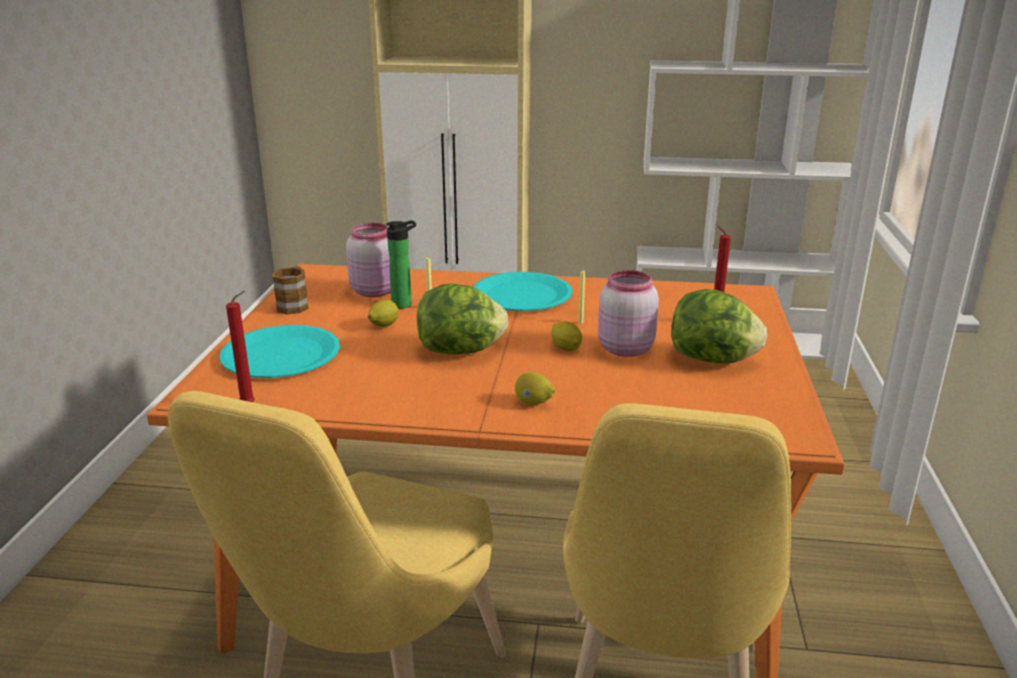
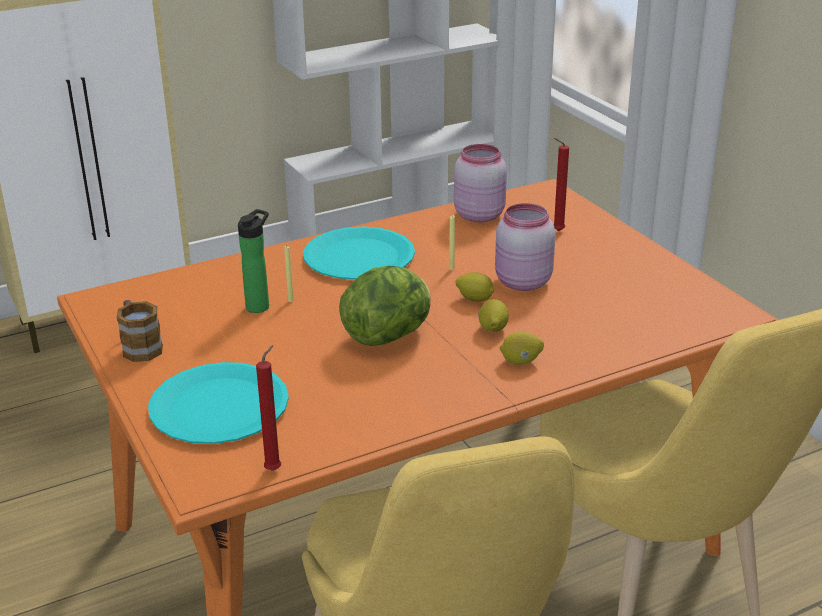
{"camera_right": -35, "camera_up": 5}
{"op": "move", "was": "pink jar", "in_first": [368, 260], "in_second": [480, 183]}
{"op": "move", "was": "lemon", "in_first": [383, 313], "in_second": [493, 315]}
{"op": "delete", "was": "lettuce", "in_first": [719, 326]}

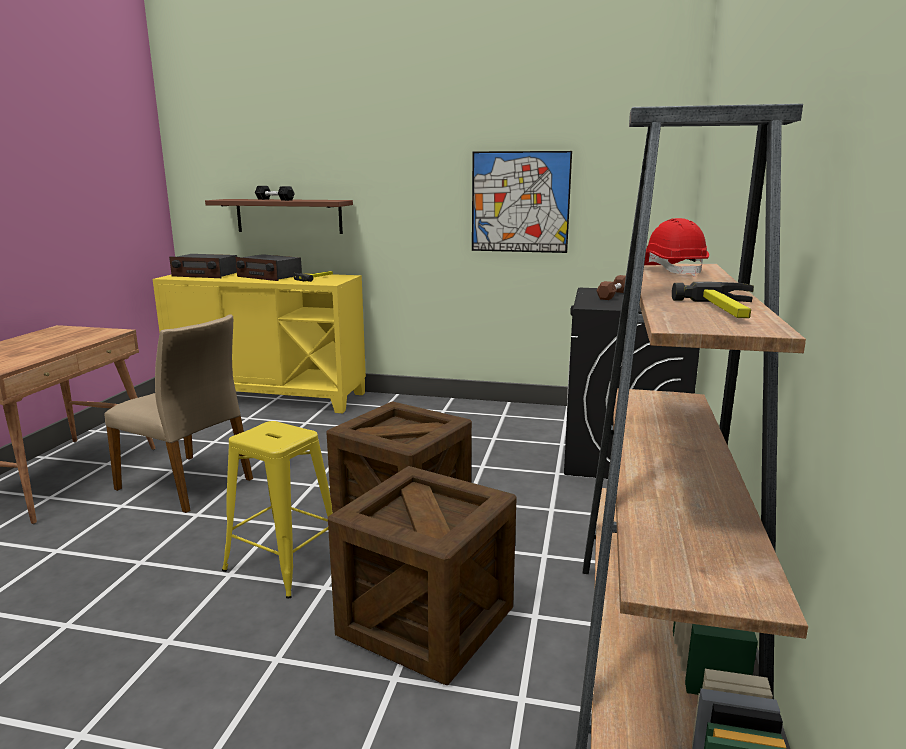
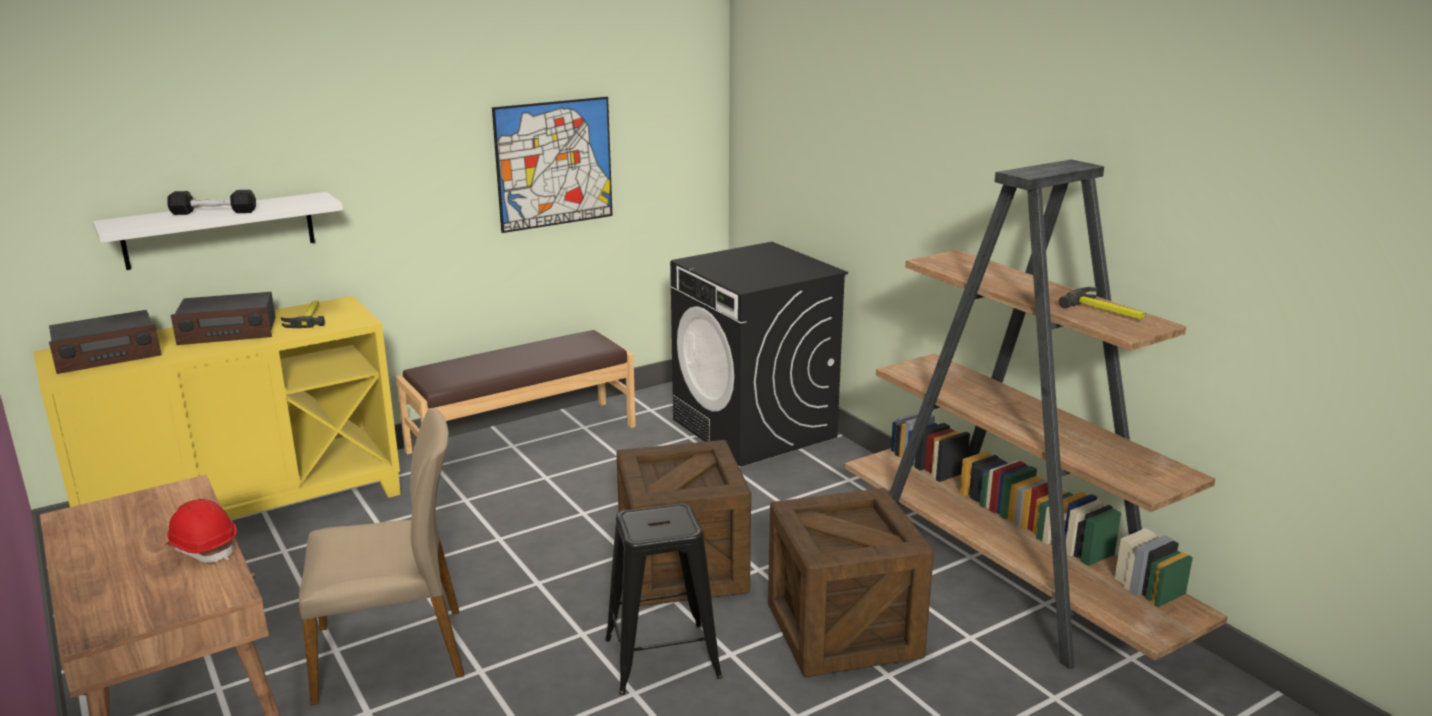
{"camera_right": -45, "camera_up": 5}
{"op": "recolor", "was": "brown shelf", "now": "white shelf", "in_first": [279, 216], "in_second": [218, 231]}
{"op": "recolor", "was": "yellow stool", "now": "black stool", "in_first": [277, 509], "in_second": [663, 599]}
{"op": "delete", "was": "brown dumbbell", "in_first": [611, 287]}
{"op": "move", "was": "red hard hat", "in_first": [676, 247], "in_second": [201, 531]}
{"op": "insert", "now": "brown bench", "in_second": [516, 392]}

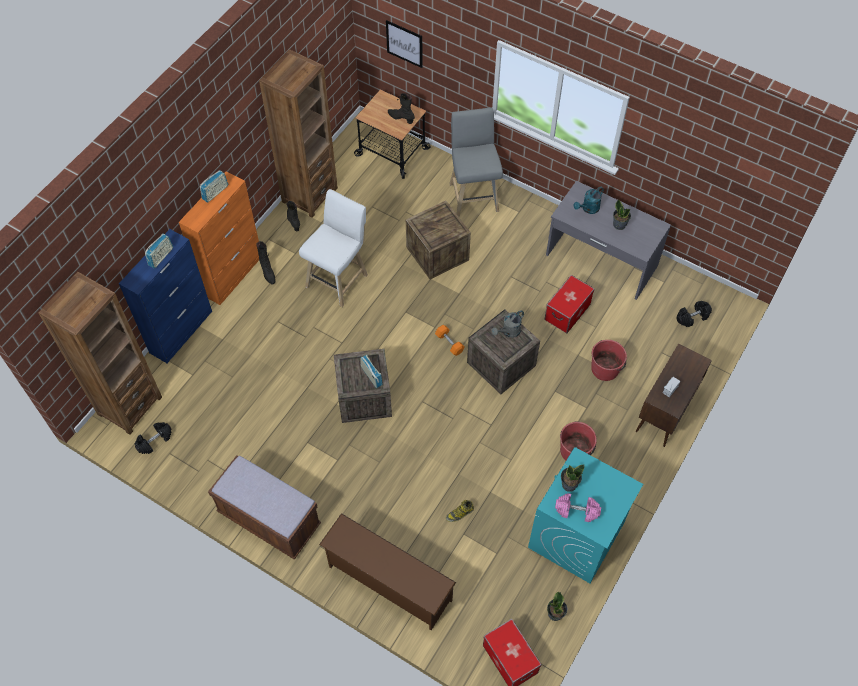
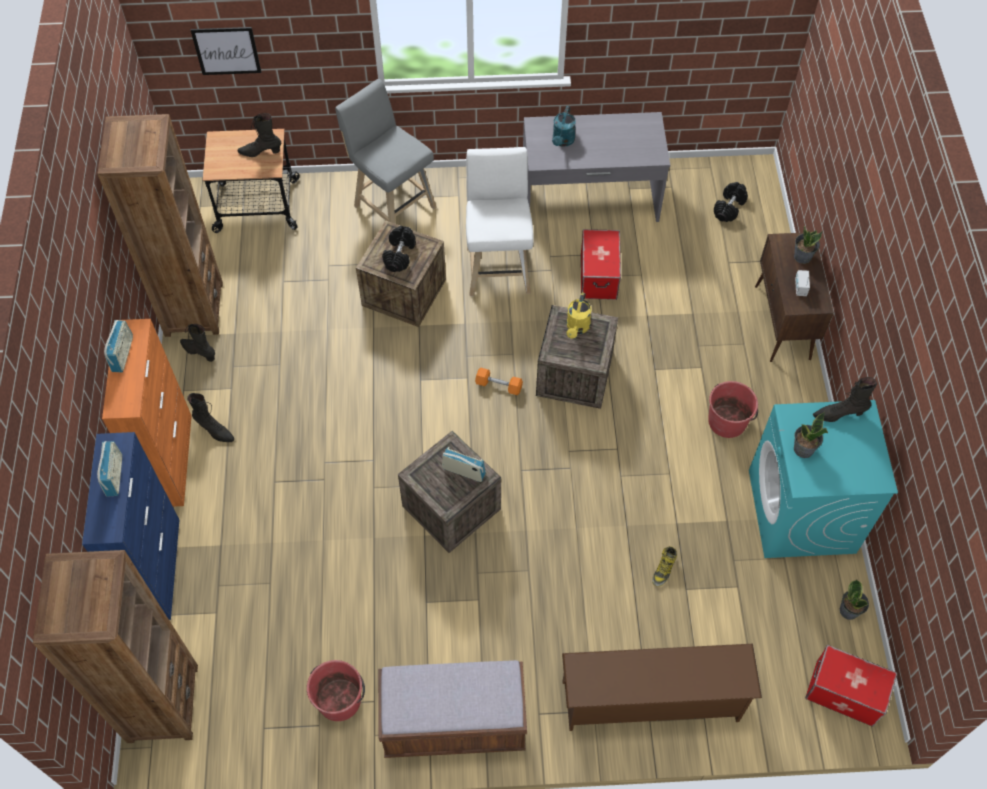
{"camera_right": -35, "camera_up": 0}
{"op": "move", "was": "black dumbbell", "in_first": [153, 438], "in_second": [399, 249]}
{"op": "move", "was": "white stool", "in_first": [333, 248], "in_second": [500, 221]}
{"op": "recolor", "was": "grey watering can", "now": "yellow watering can", "in_first": [507, 324], "in_second": [579, 315]}
{"op": "delete", "was": "pink dumbbell", "in_first": [578, 507]}
{"op": "move", "was": "red bucket", "in_first": [609, 360], "in_second": [336, 690]}
{"op": "move", "was": "potted plant", "in_first": [622, 215], "in_second": [808, 245]}
{"op": "insert", "now": "black boot", "in_second": [845, 399]}

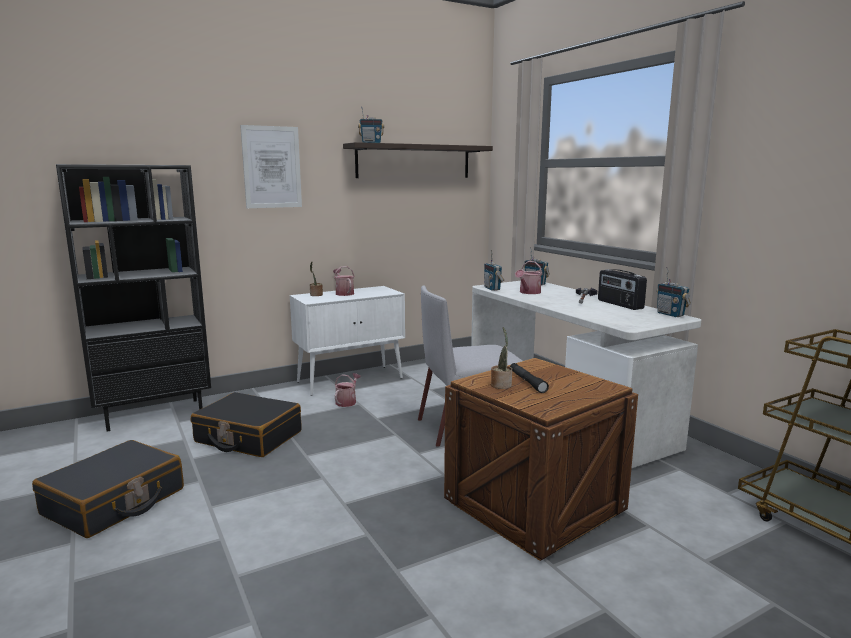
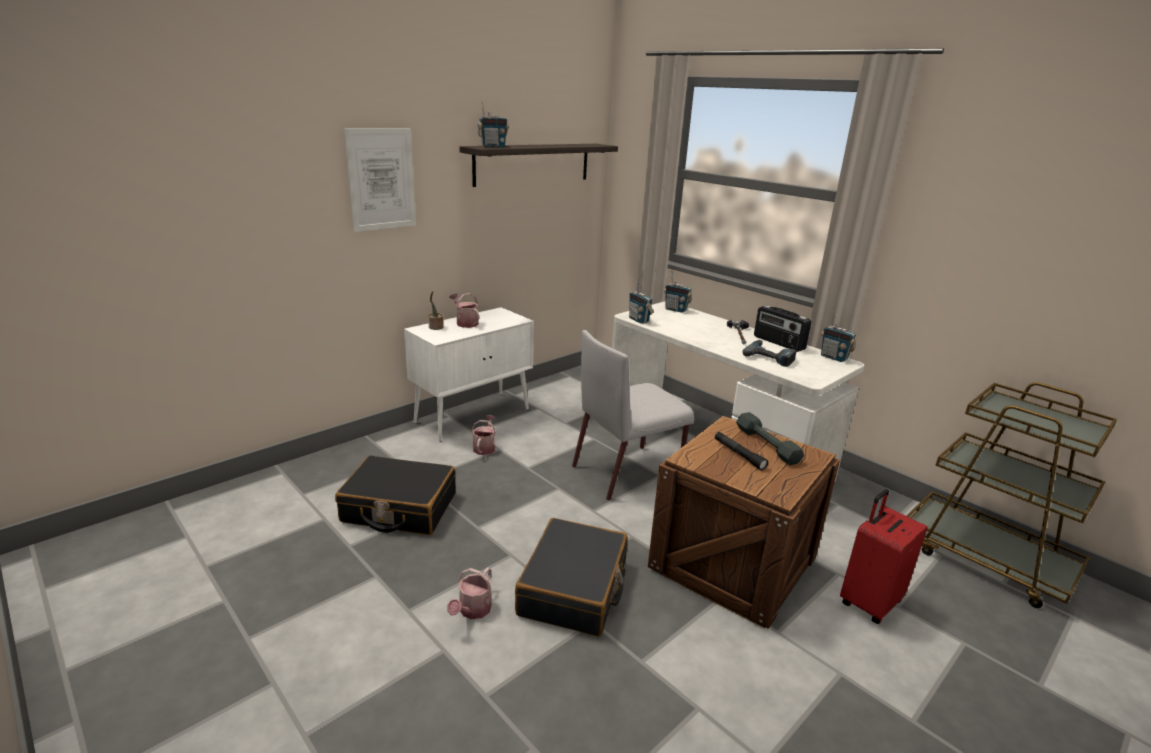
{"camera_right": -15, "camera_up": 10}
{"op": "move", "was": "black suitcase", "in_first": [108, 489], "in_second": [571, 577]}
{"op": "delete", "was": "black bookcase", "in_first": [133, 297]}
{"op": "delete", "was": "potted plant", "in_first": [501, 358]}
{"op": "move", "was": "watering can", "in_first": [528, 277], "in_second": [469, 593]}
{"op": "insert", "now": "grey dumbbell", "in_second": [770, 438]}
{"op": "insert", "now": "power drill", "in_second": [769, 353]}
{"op": "insert", "now": "red suitcase", "in_second": [884, 556]}

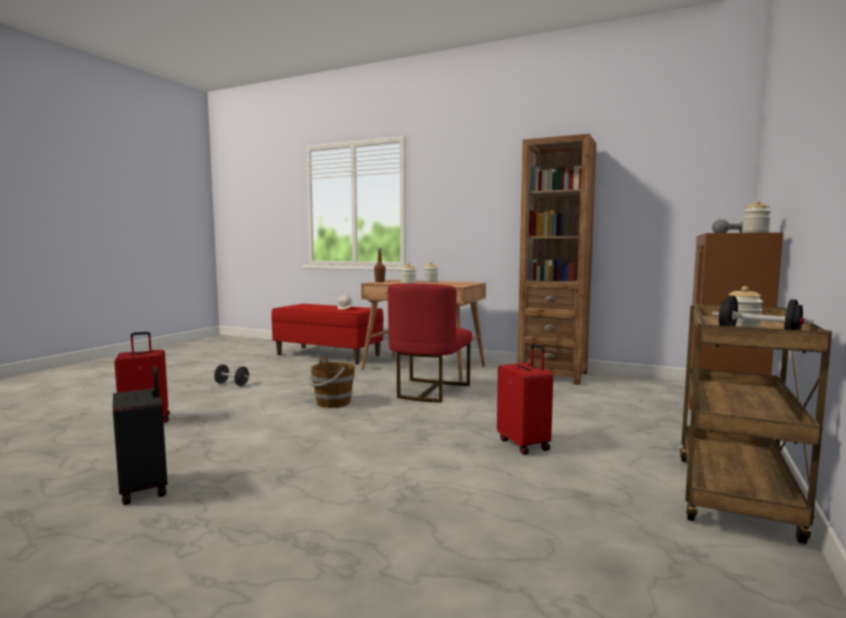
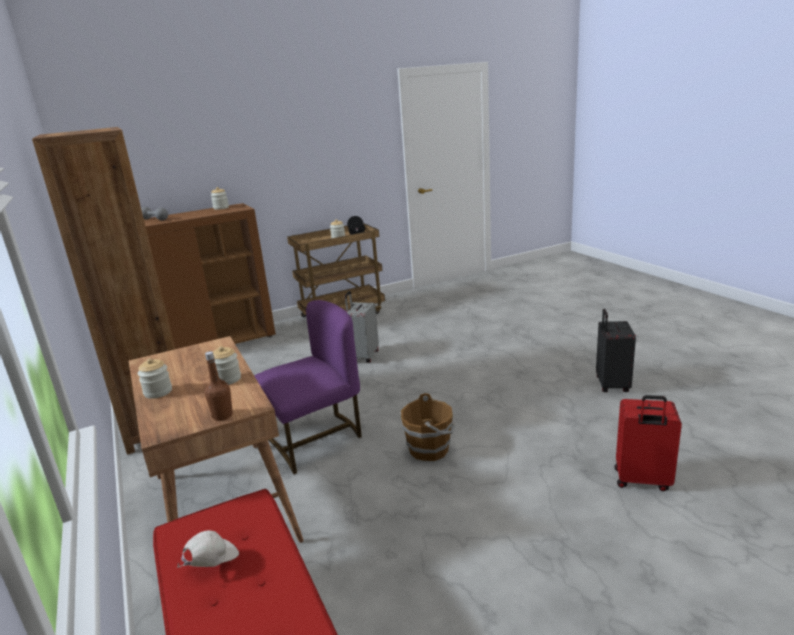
{"camera_right": -140, "camera_up": 15}
{"op": "delete", "was": "black dumbbell", "in_first": [231, 375]}
{"op": "recolor", "was": "red chair", "now": "purple chair", "in_first": [430, 343], "in_second": [308, 387]}
{"op": "recolor", "was": "red suitcase", "now": "grey suitcase", "in_first": [525, 399], "in_second": [362, 327]}

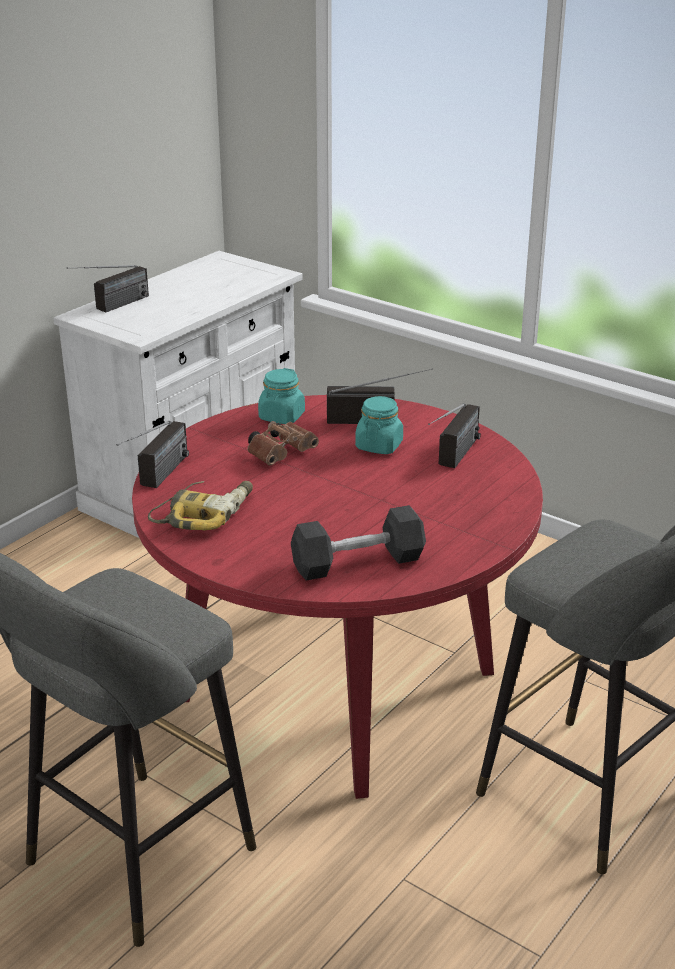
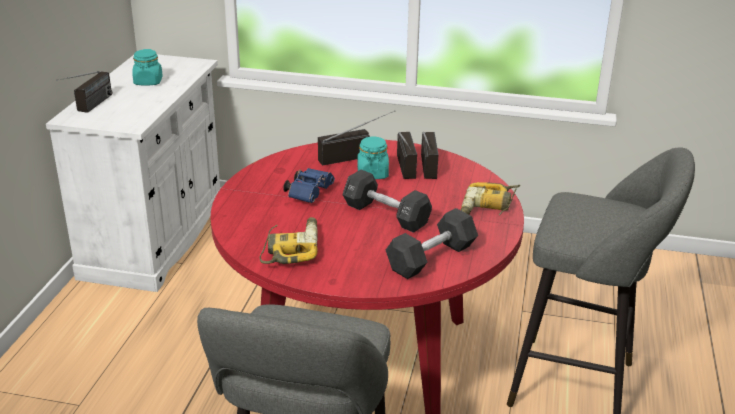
{"camera_right": -25, "camera_up": 0}
{"op": "move", "was": "radio", "in_first": [153, 454], "in_second": [407, 155]}
{"op": "recolor", "was": "brown binoculars", "now": "blue binoculars", "in_first": [283, 443], "in_second": [309, 185]}
{"op": "move", "was": "turquoise jar", "in_first": [281, 396], "in_second": [147, 67]}
{"op": "insert", "now": "black dumbbell", "in_second": [387, 201]}
{"op": "insert", "now": "power drill", "in_second": [490, 199]}

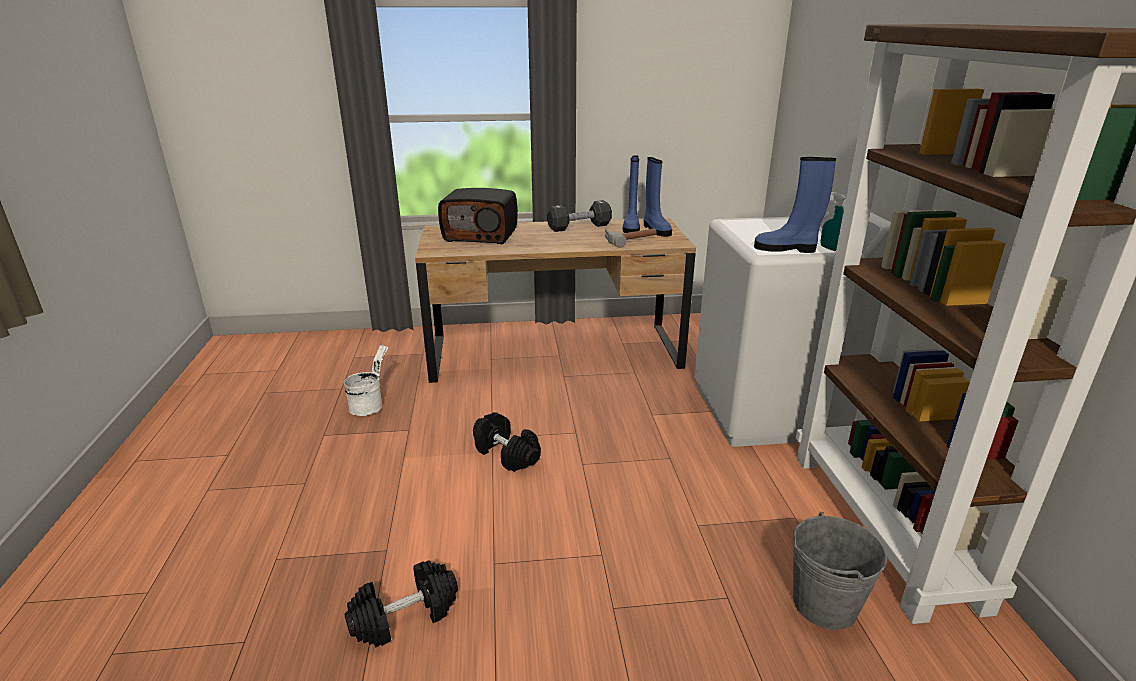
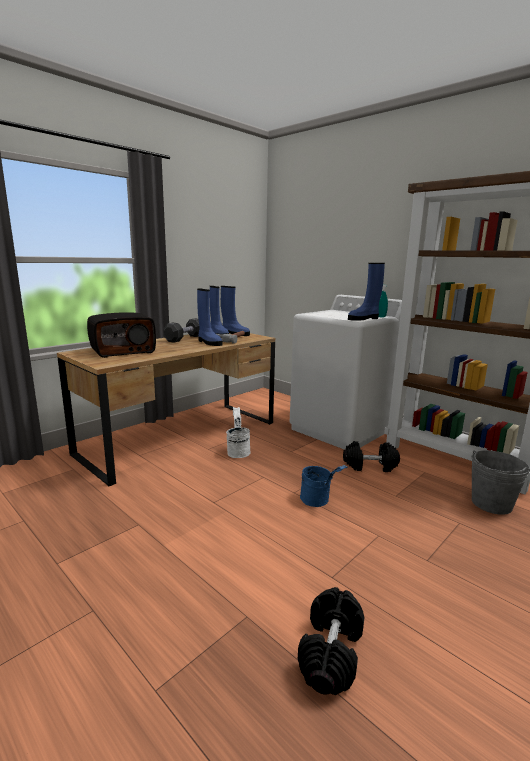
{"camera_right": -40, "camera_up": -10}
{"op": "move", "was": "white bucket", "in_first": [366, 380], "in_second": [238, 432]}
{"op": "move", "was": "black dumbbell", "in_first": [507, 442], "in_second": [371, 456]}
{"op": "insert", "now": "blue boot", "in_second": [209, 317]}
{"op": "insert", "now": "blue bucket", "in_second": [324, 486]}

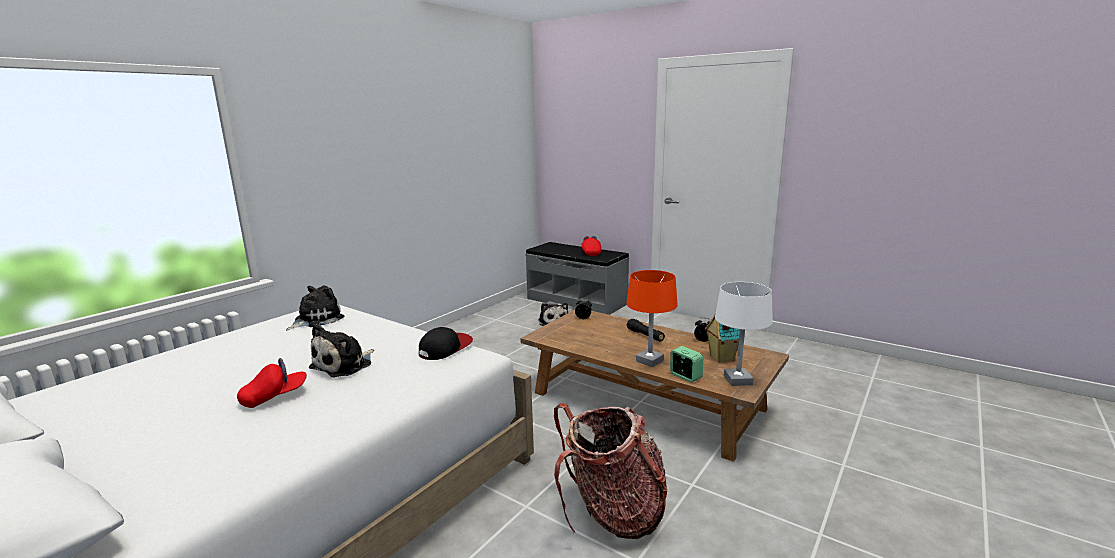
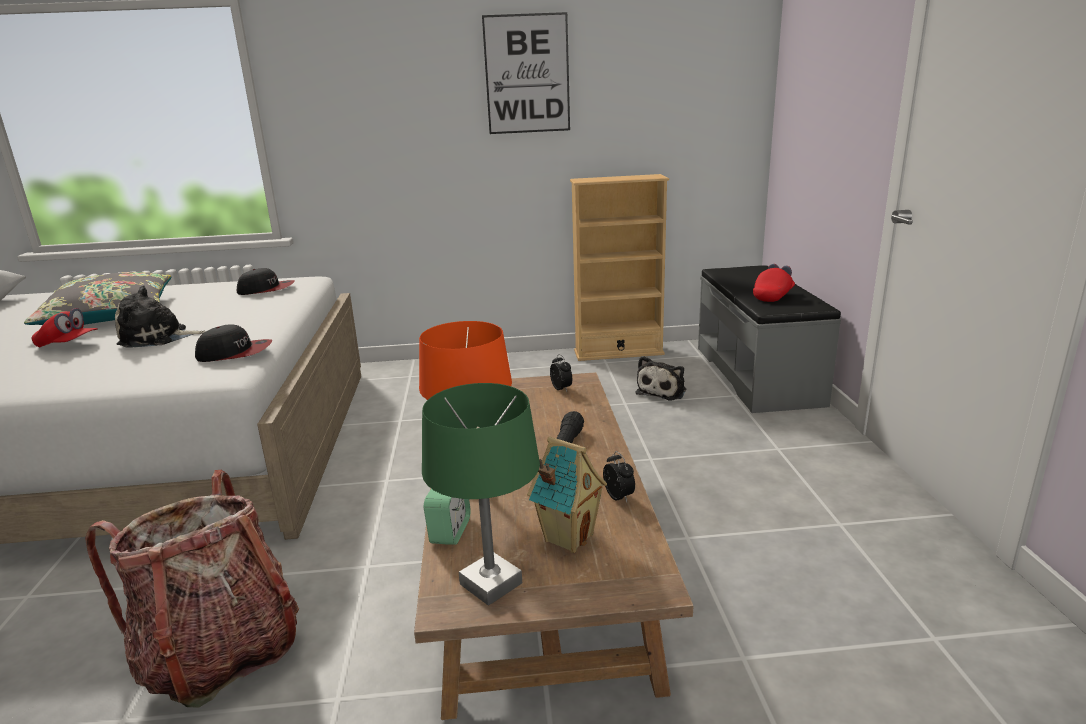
{"camera_right": 50, "camera_up": 5}
{"op": "replace", "was": "plush toy", "now": "cap", "in_first": [315, 308], "in_second": [266, 281]}
{"op": "recolor", "was": "white table lamp", "now": "green table lamp", "in_first": [744, 334], "in_second": [481, 494]}
{"op": "insert", "now": "grey pillow", "in_second": [97, 298]}
{"op": "insert", "now": "picture", "in_second": [526, 73]}
{"op": "insert", "now": "beige bookcase", "in_second": [619, 267]}

